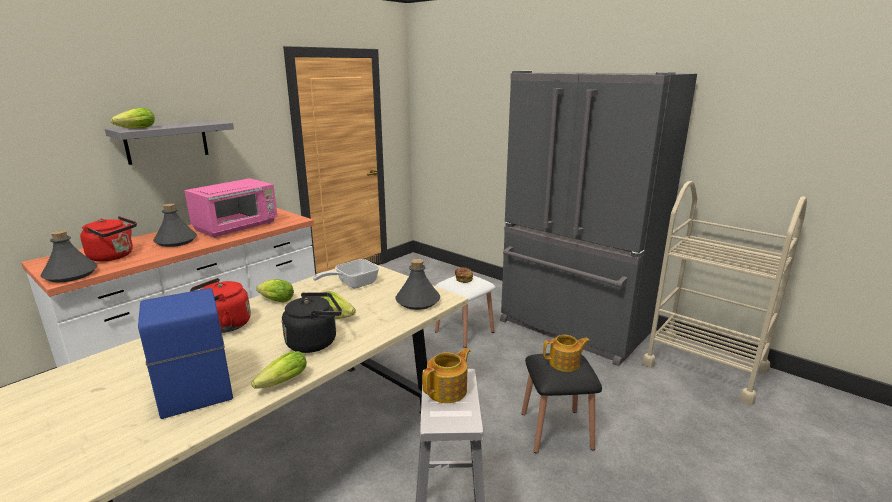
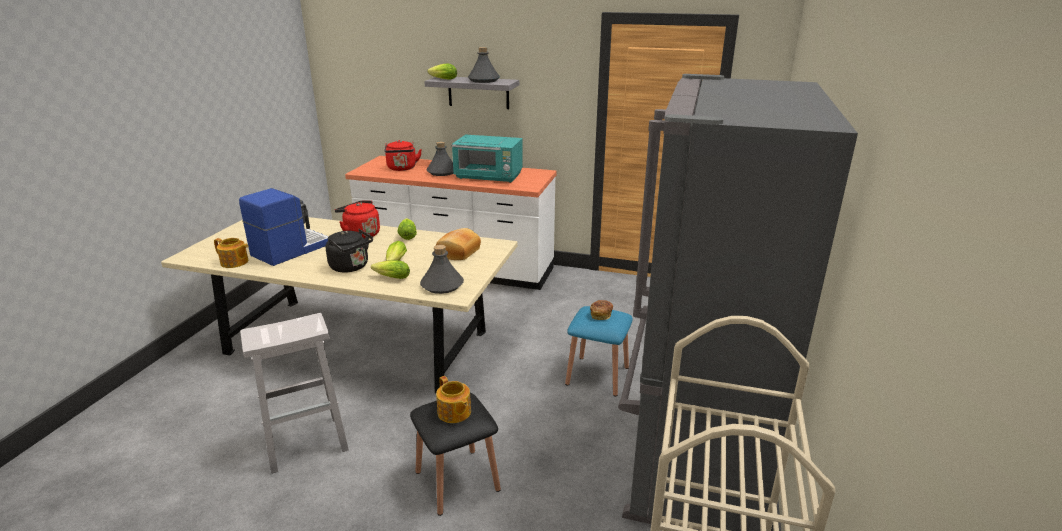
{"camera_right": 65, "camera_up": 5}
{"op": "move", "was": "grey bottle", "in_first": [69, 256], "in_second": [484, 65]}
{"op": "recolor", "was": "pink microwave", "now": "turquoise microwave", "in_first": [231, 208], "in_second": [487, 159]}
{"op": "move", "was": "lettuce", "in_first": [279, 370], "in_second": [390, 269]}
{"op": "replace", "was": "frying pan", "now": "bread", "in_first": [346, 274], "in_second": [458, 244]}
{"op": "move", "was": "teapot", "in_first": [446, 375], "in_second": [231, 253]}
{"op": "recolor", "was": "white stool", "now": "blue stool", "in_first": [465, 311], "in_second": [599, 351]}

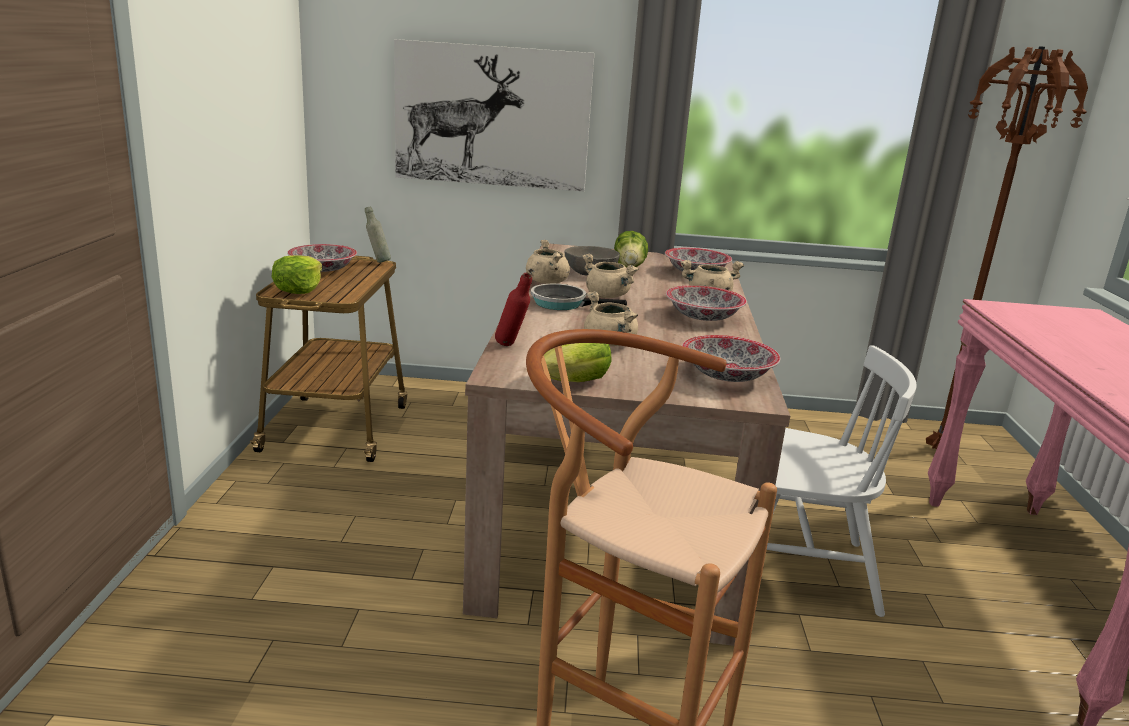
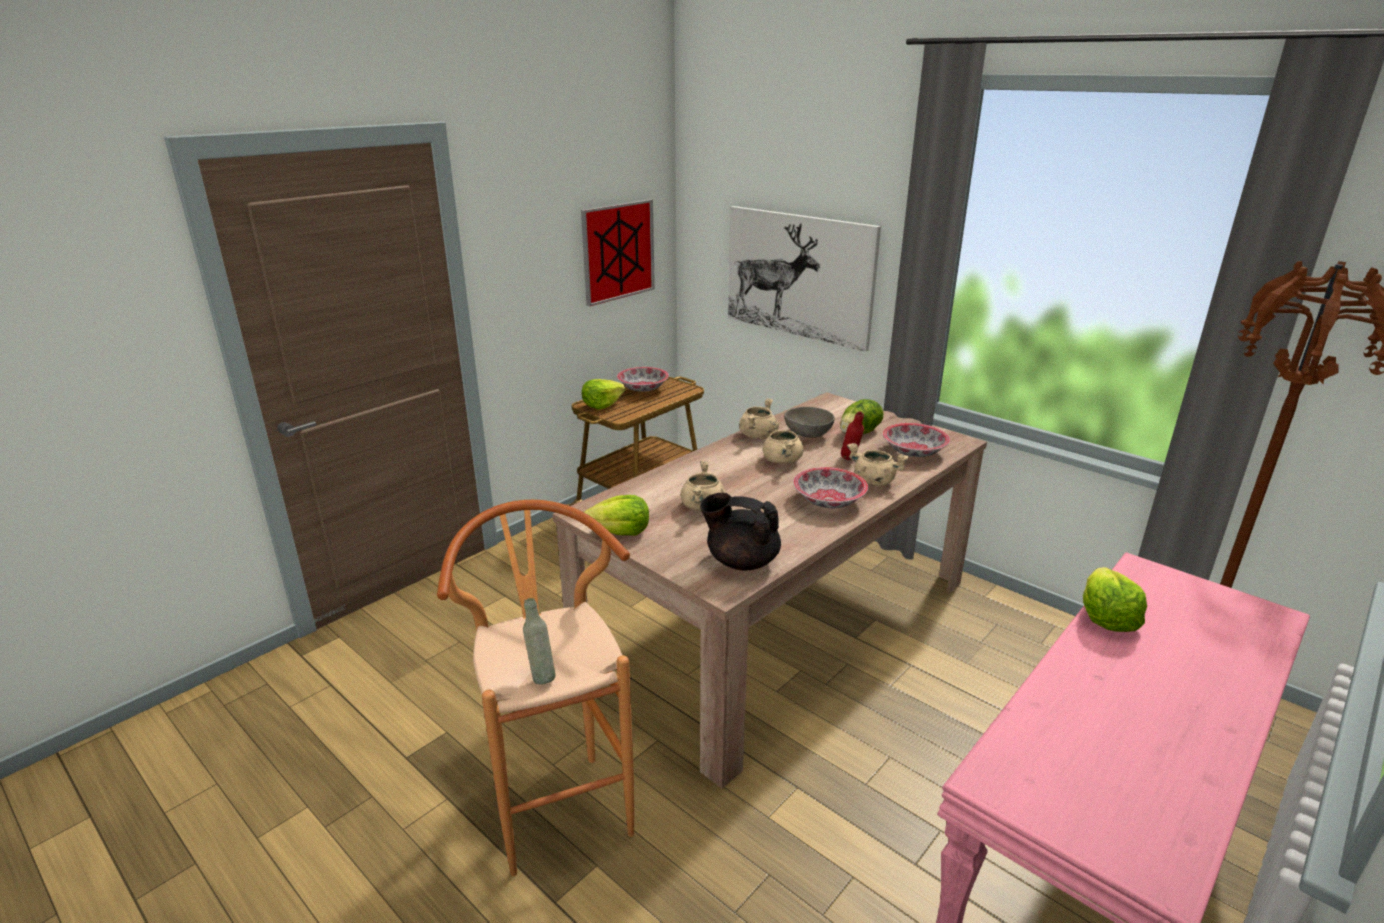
{"camera_right": 40, "camera_up": 5}
{"op": "move", "was": "grey bottle", "in_first": [378, 234], "in_second": [539, 641]}
{"op": "move", "was": "red bottle", "in_first": [513, 309], "in_second": [852, 435]}
{"op": "delete", "was": "frying pan", "in_first": [579, 297]}
{"op": "replace", "was": "bowl", "now": "black teapot", "in_first": [731, 358], "in_second": [740, 531]}
{"op": "delete", "was": "white chair", "in_first": [841, 481]}
{"op": "insert", "now": "picture", "in_second": [618, 252]}
{"op": "insert", "now": "lettuce", "in_second": [1115, 599]}

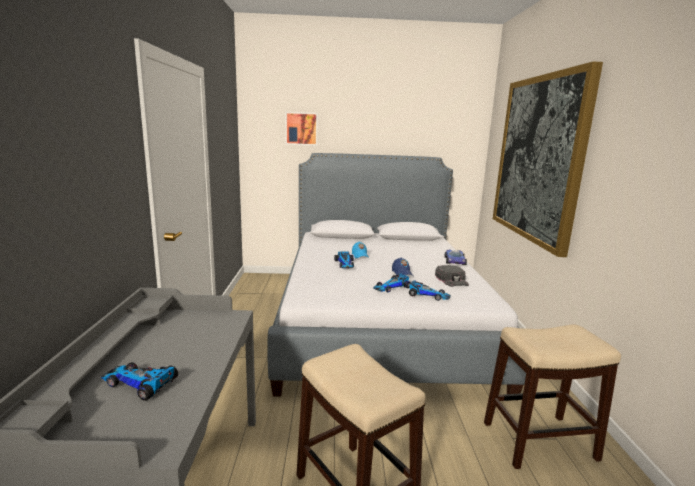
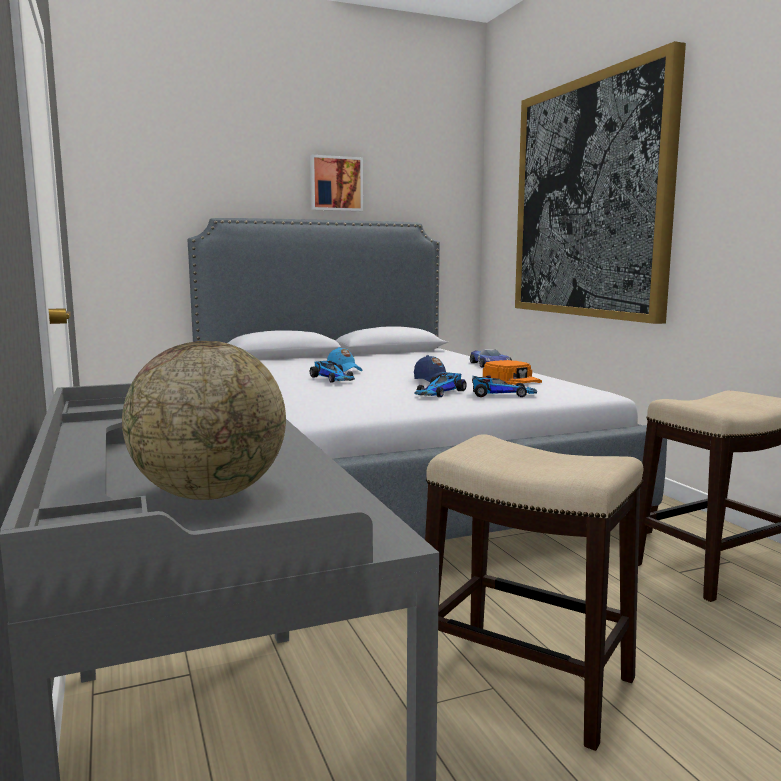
{"camera_right": -20, "camera_up": -5}
{"op": "replace", "was": "toy car", "now": "globe", "in_first": [139, 381], "in_second": [204, 420]}
{"op": "move", "was": "picture", "in_first": [301, 129], "in_second": [336, 183]}
{"op": "recolor", "was": "black cap", "now": "orange cap", "in_first": [452, 276], "in_second": [512, 372]}

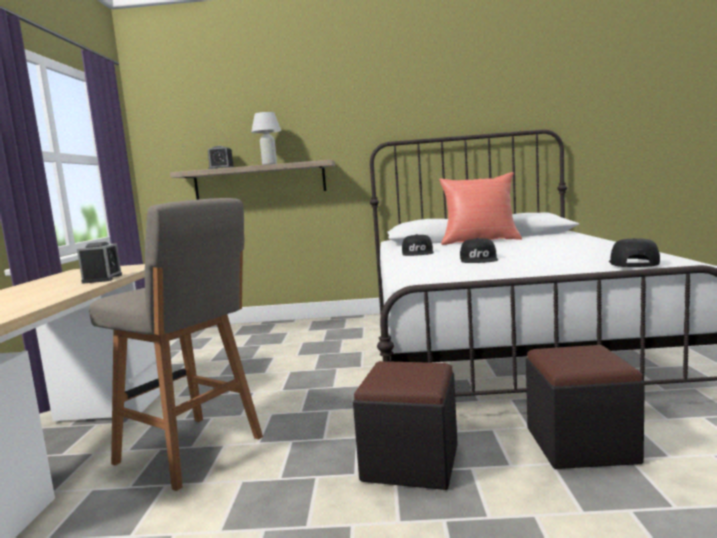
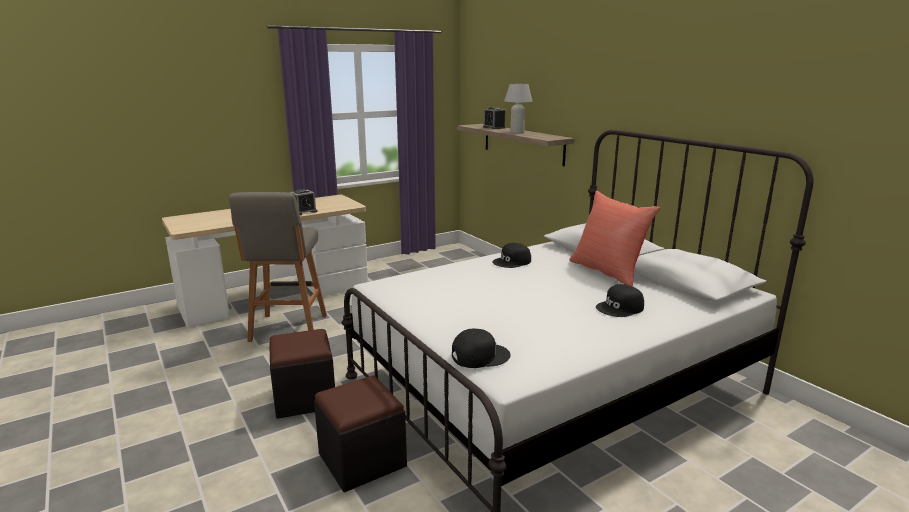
{"camera_right": 55, "camera_up": 10}
{"op": "move", "was": "black cap", "in_first": [479, 250], "in_second": [620, 300]}

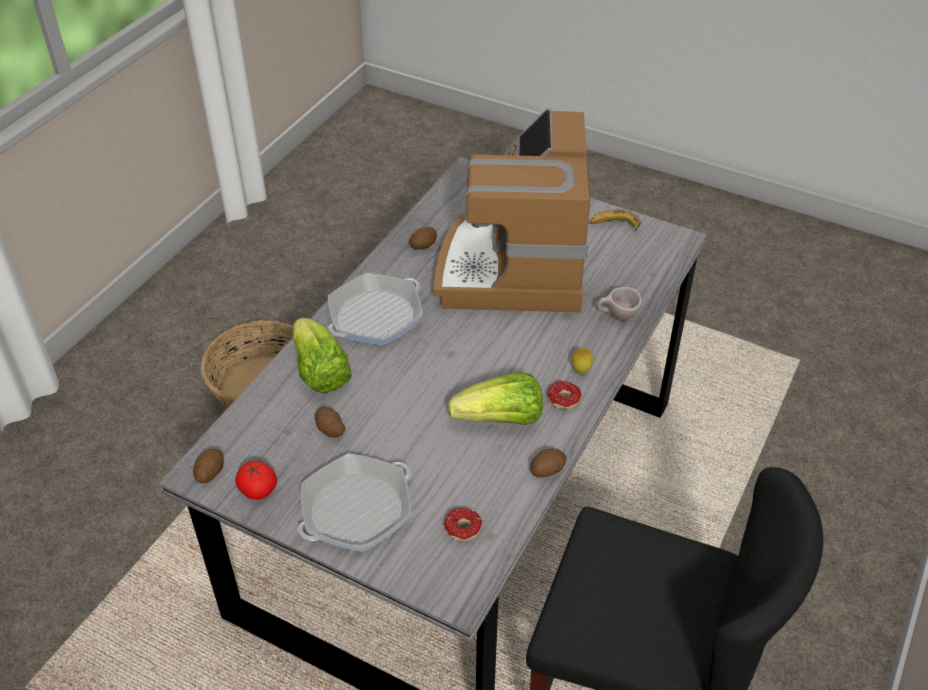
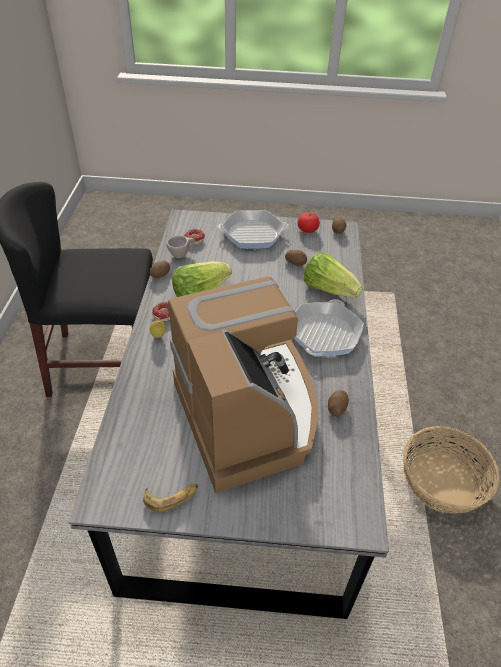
{"camera_right": 155, "camera_up": 0}
{"op": "rotate", "was": "frying pan", "in_first": [354, 502], "in_second": [253, 229], "clockwise": -120}
{"op": "move", "was": "beige cup", "in_first": [619, 304], "in_second": [180, 246]}

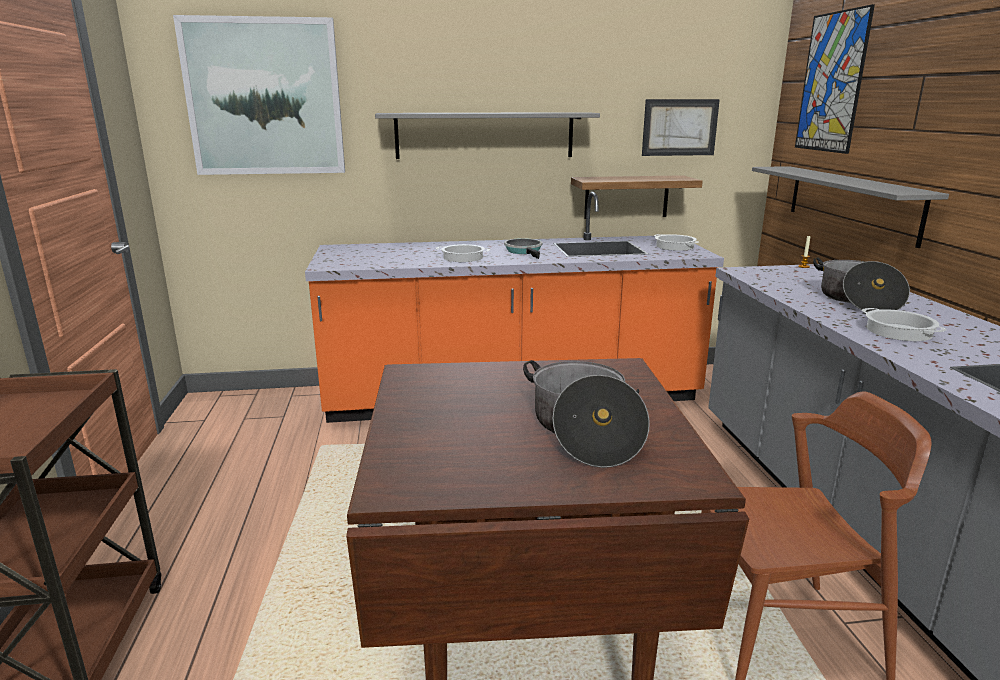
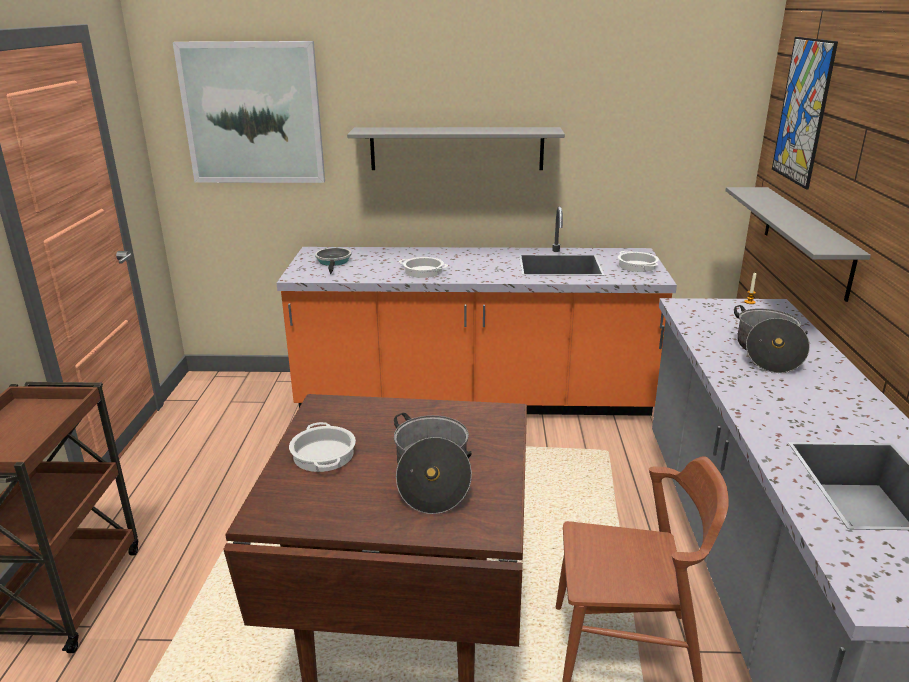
{"camera_right": 10, "camera_up": 5}
{"op": "move", "was": "frying pan", "in_first": [523, 248], "in_second": [333, 261]}
{"op": "delete", "was": "shelf", "in_first": [637, 197]}
{"op": "delete", "was": "picture", "in_first": [681, 127]}
{"op": "move", "was": "cooking pot", "in_first": [904, 324], "in_second": [322, 447]}

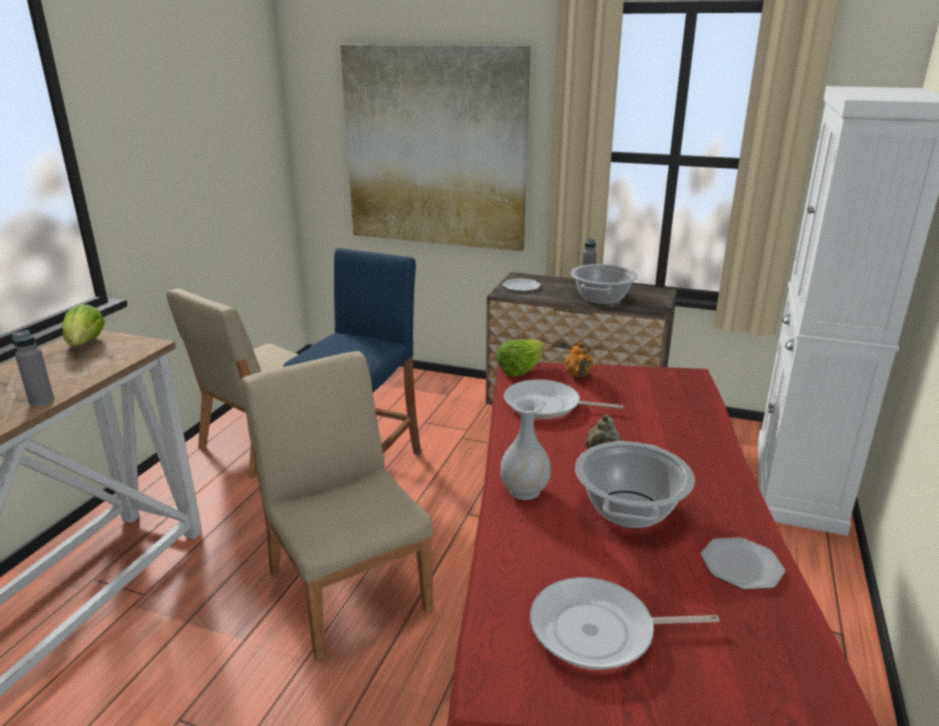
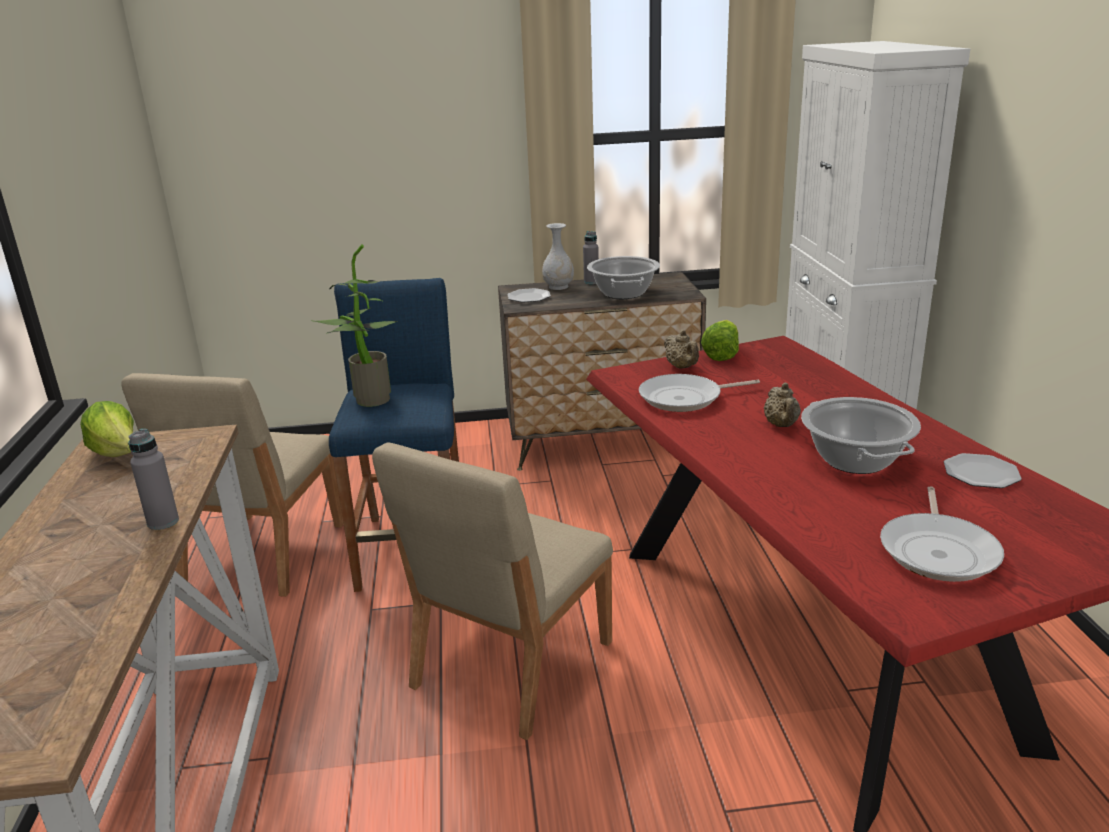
{"camera_right": -25, "camera_up": 0}
{"op": "rotate", "was": "beige chair", "in_first": [337, 506], "in_second": [492, 591], "clockwise": -90}
{"op": "delete", "was": "picture", "in_first": [435, 148]}
{"op": "move", "was": "lettuce", "in_first": [520, 358], "in_second": [720, 340]}
{"op": "move", "was": "white vase", "in_first": [525, 449], "in_second": [558, 256]}
{"op": "rotate", "was": "frying pan", "in_first": [624, 623], "in_second": [942, 534], "clockwise": -45}
{"op": "recolor", "was": "orange teapot", "now": "beige teapot", "in_first": [579, 360], "in_second": [681, 349]}
{"op": "insert", "now": "potted plant", "in_second": [354, 325]}

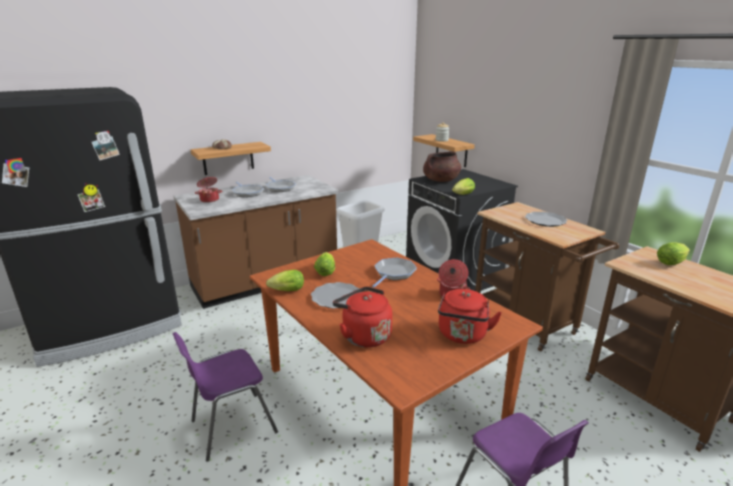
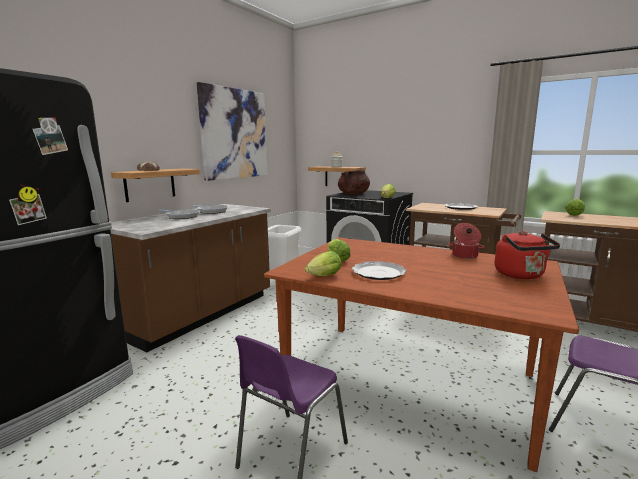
{"camera_right": -25, "camera_up": -10}
{"op": "delete", "was": "cooking pot", "in_first": [208, 190]}
{"op": "delete", "was": "red kettle", "in_first": [362, 317]}
{"op": "delete", "was": "frying pan", "in_first": [394, 273]}
{"op": "insert", "now": "picture", "in_second": [232, 131]}

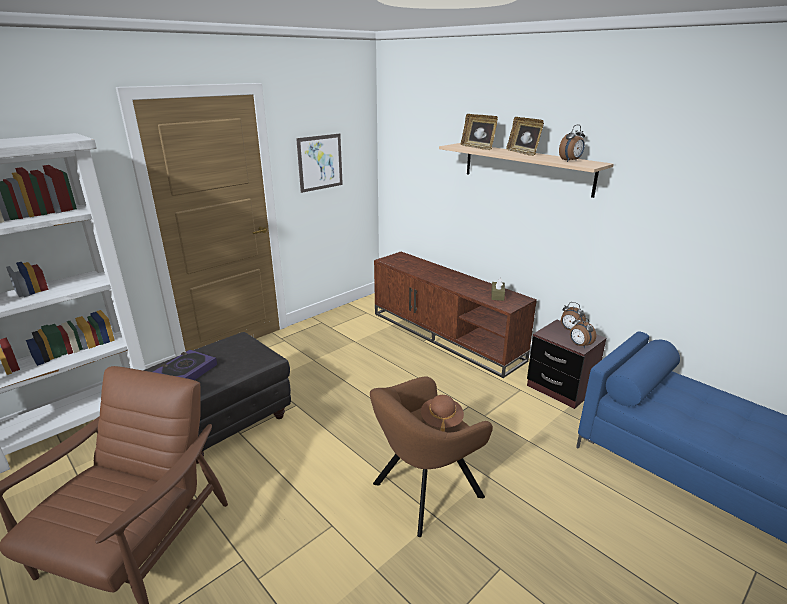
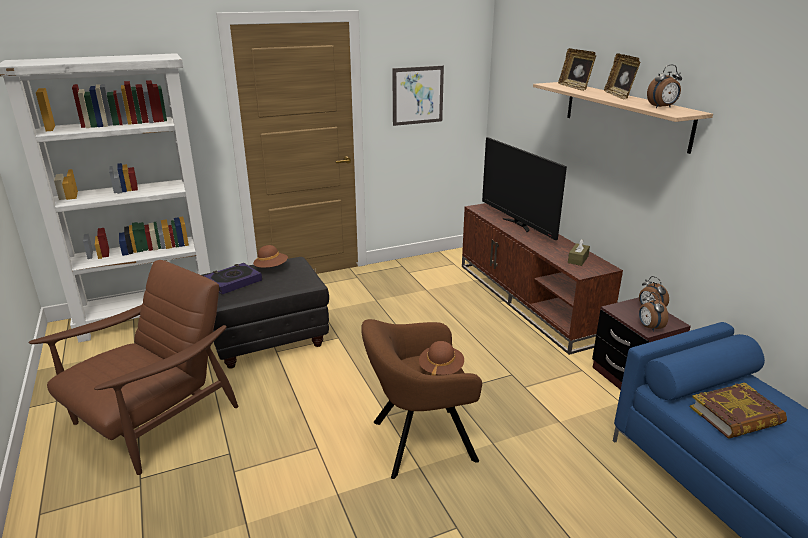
{"camera_right": 20, "camera_up": 0}
{"op": "insert", "now": "brown hat", "in_second": [270, 256]}
{"op": "insert", "now": "television", "in_second": [524, 188]}
{"op": "insert", "now": "book", "in_second": [738, 411]}

